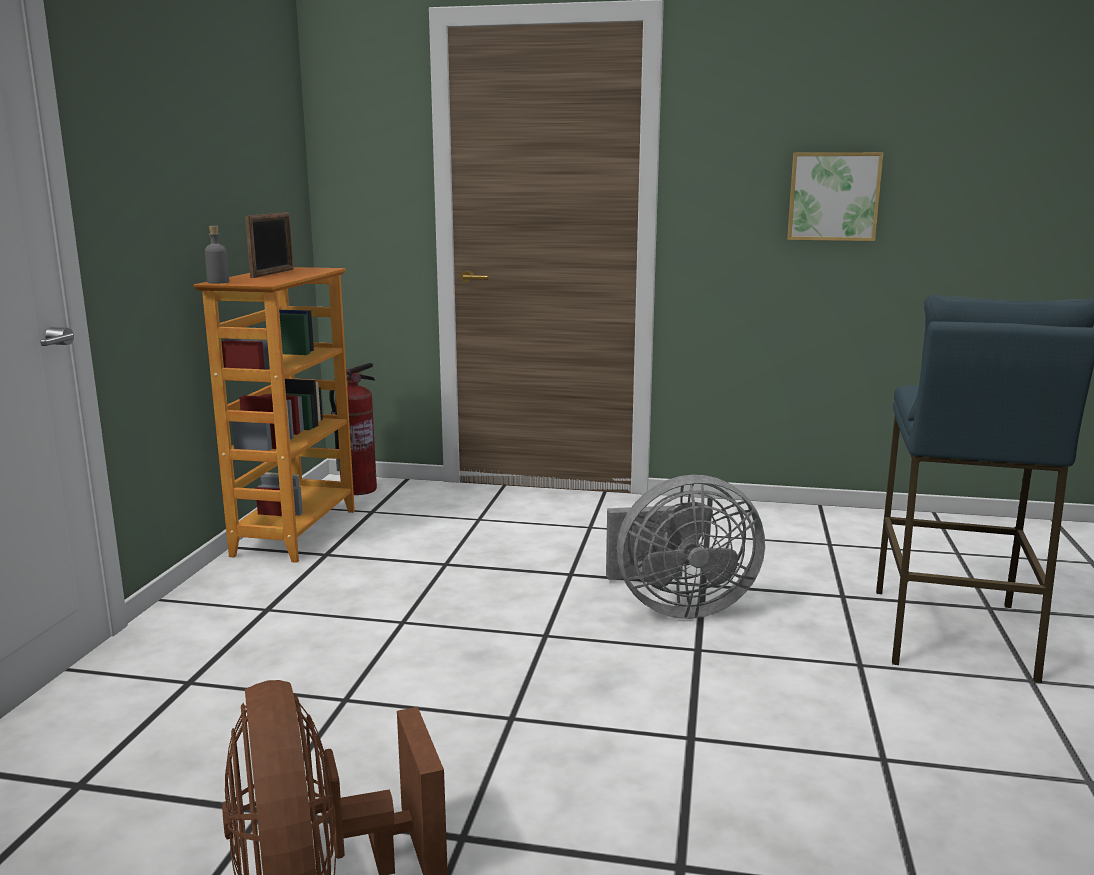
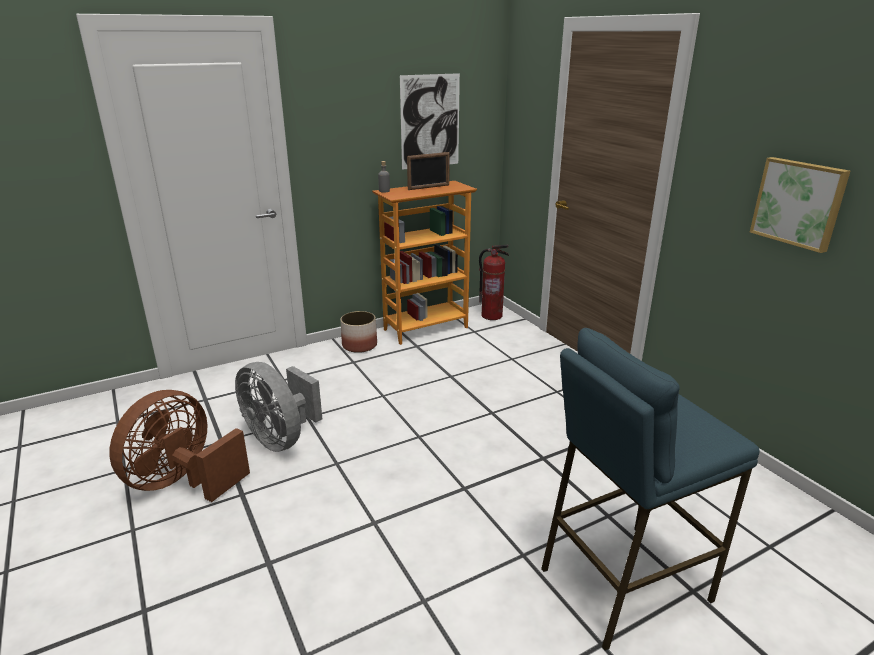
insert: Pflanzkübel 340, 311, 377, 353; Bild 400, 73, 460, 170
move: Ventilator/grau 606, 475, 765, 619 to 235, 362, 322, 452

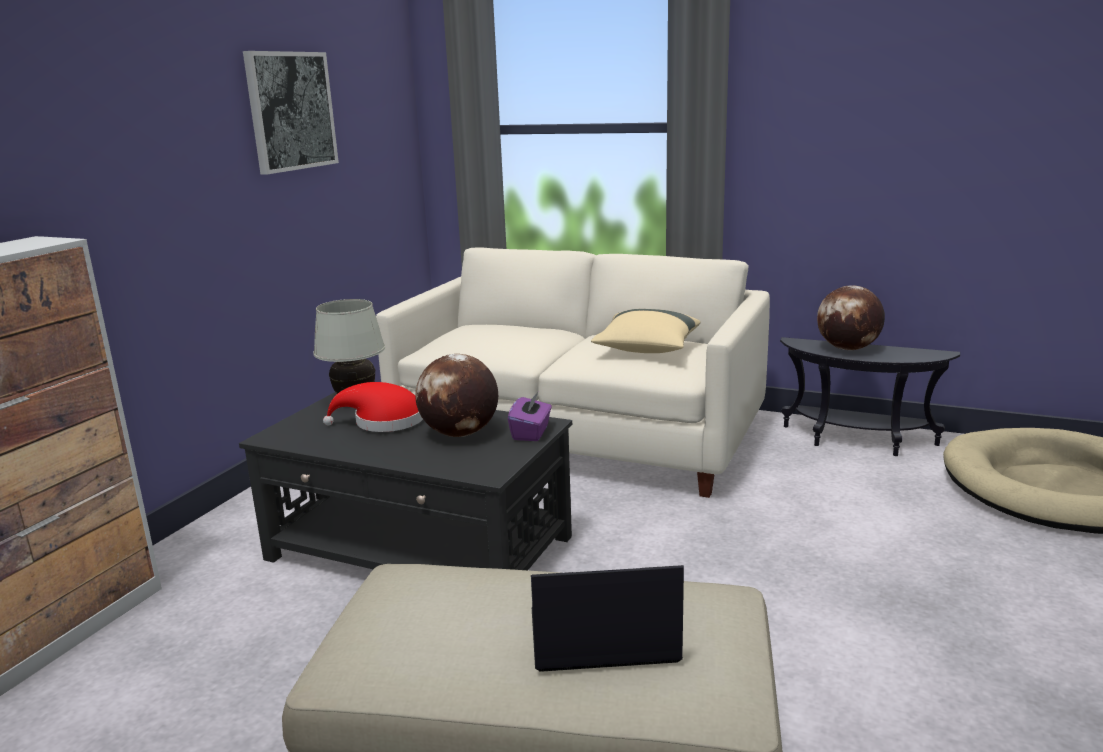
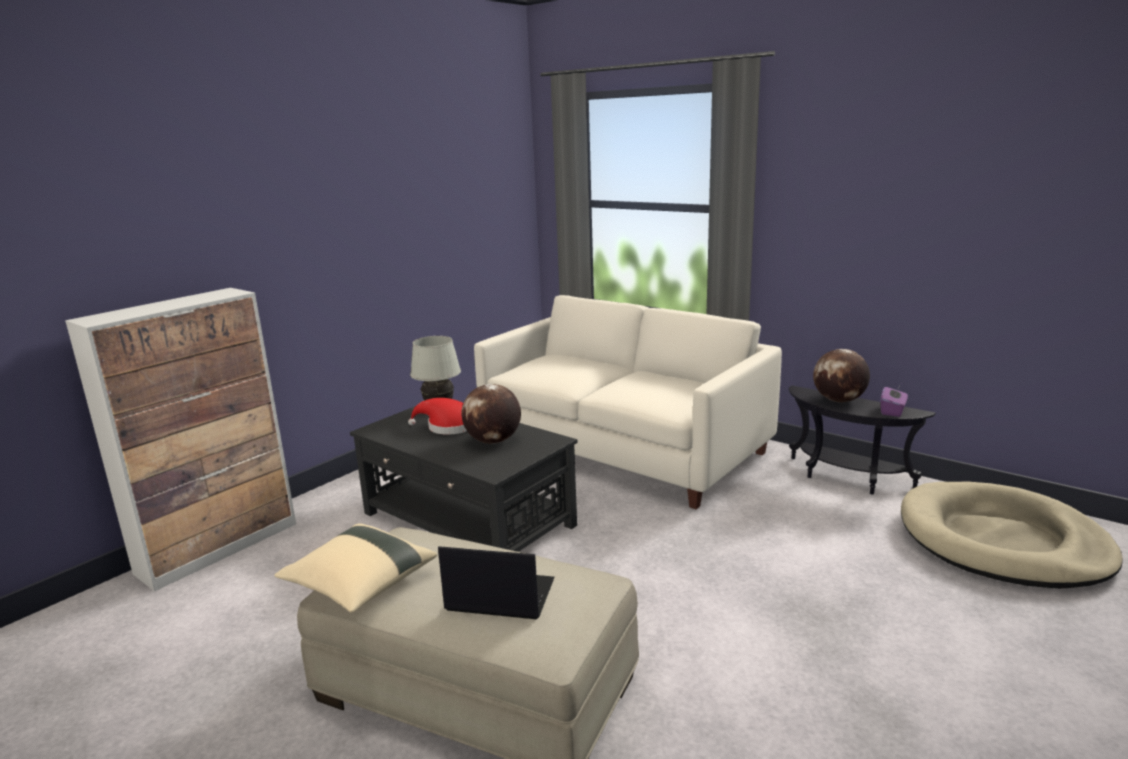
delete: Bild 243, 51, 339, 174
move: Taschentuchbox/lila 508, 391, 552, 441 to 881, 384, 908, 417; Kissen/beige 591, 309, 700, 353 to 274, 523, 437, 613

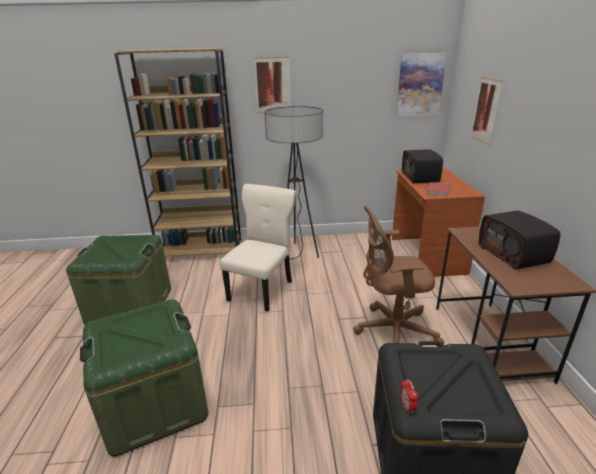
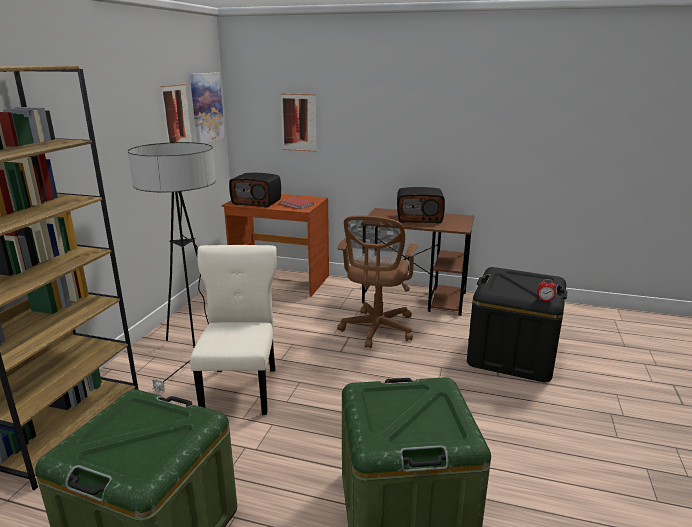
move: Bild 254, 57, 291, 113 to 161, 84, 192, 143
rotate: Stuhl/beige 220, 184, 296, 312 = 190, 245, 277, 415 45 degrees clockwise

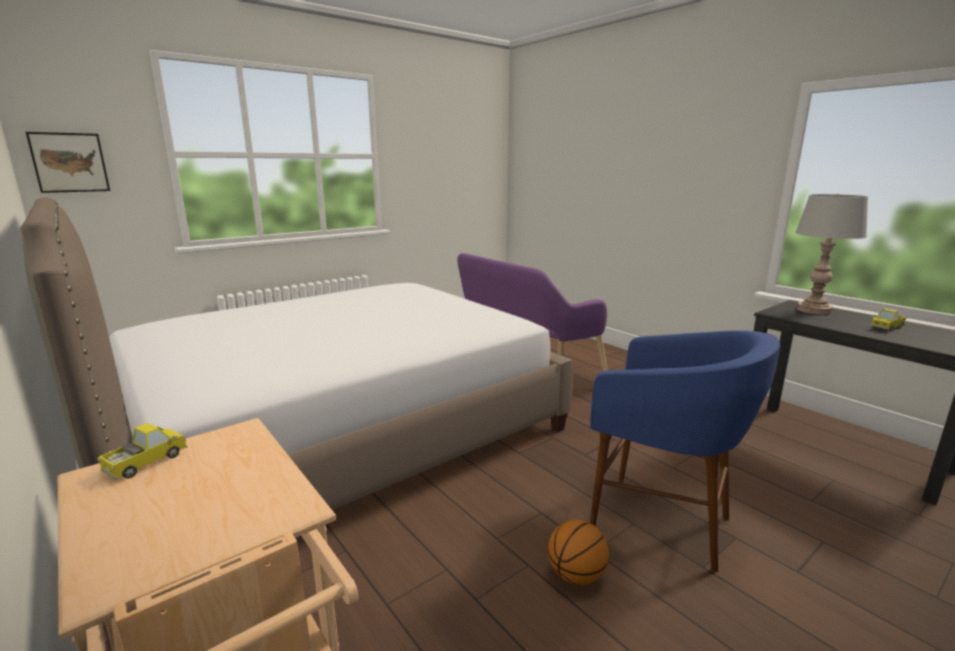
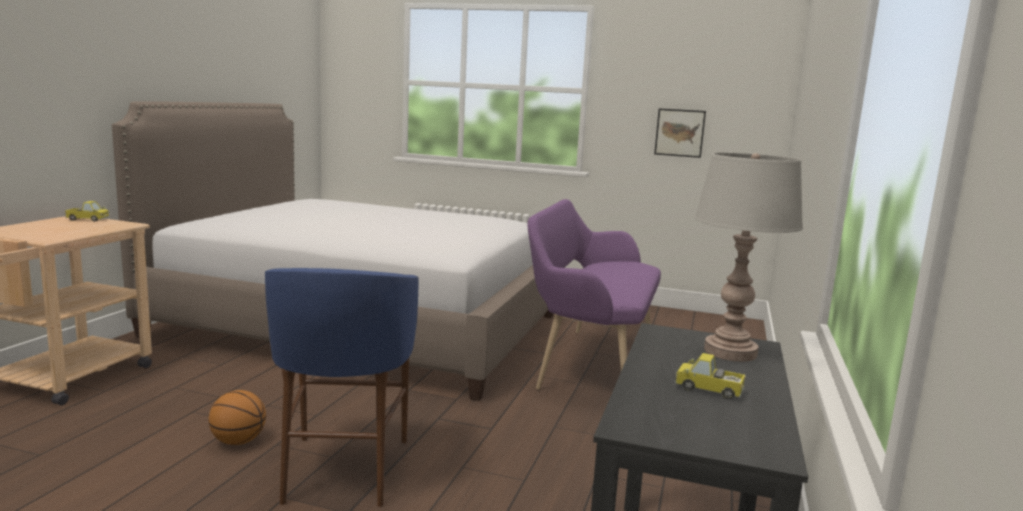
move: Bild 26, 132, 110, 193 to 654, 108, 706, 158

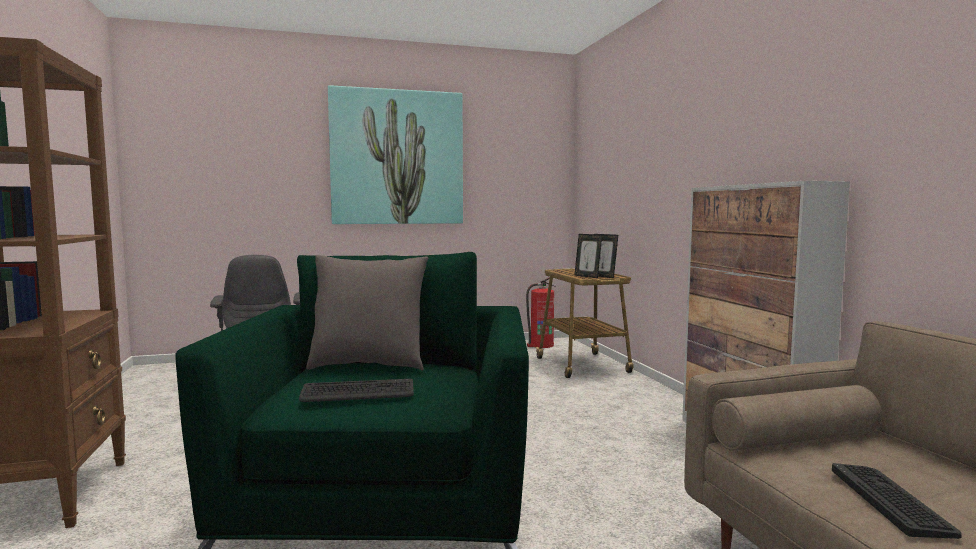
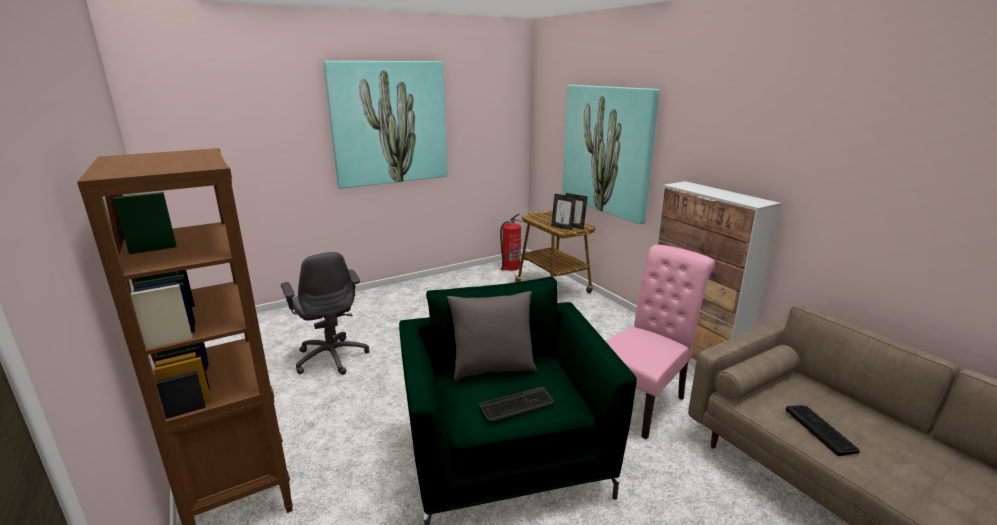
insert: Bild 562, 85, 660, 224; Stuhl/rosa 606, 245, 715, 439

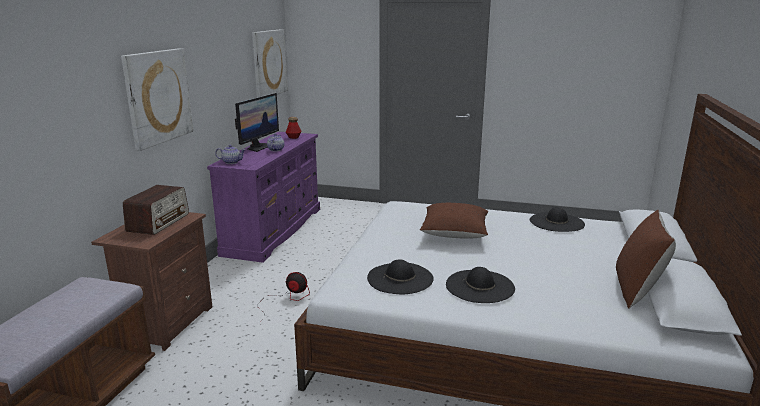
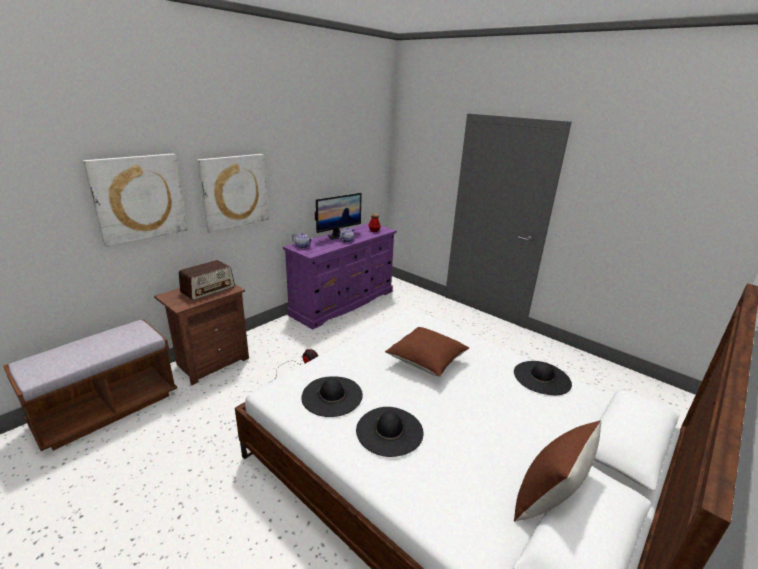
move: Bild 252, 29, 288, 98 to 83, 154, 188, 247

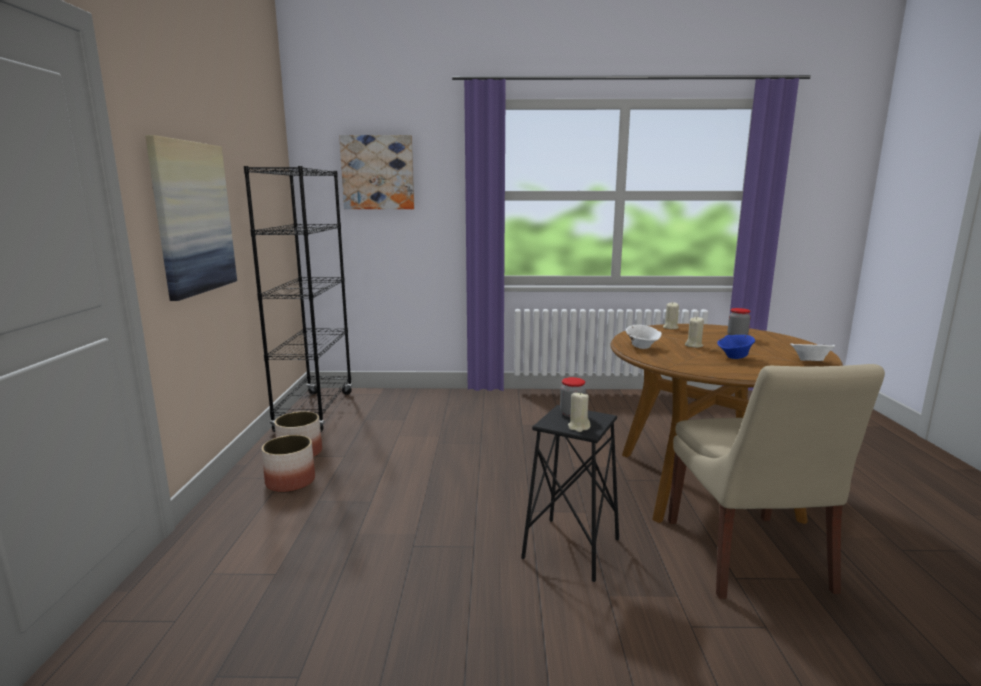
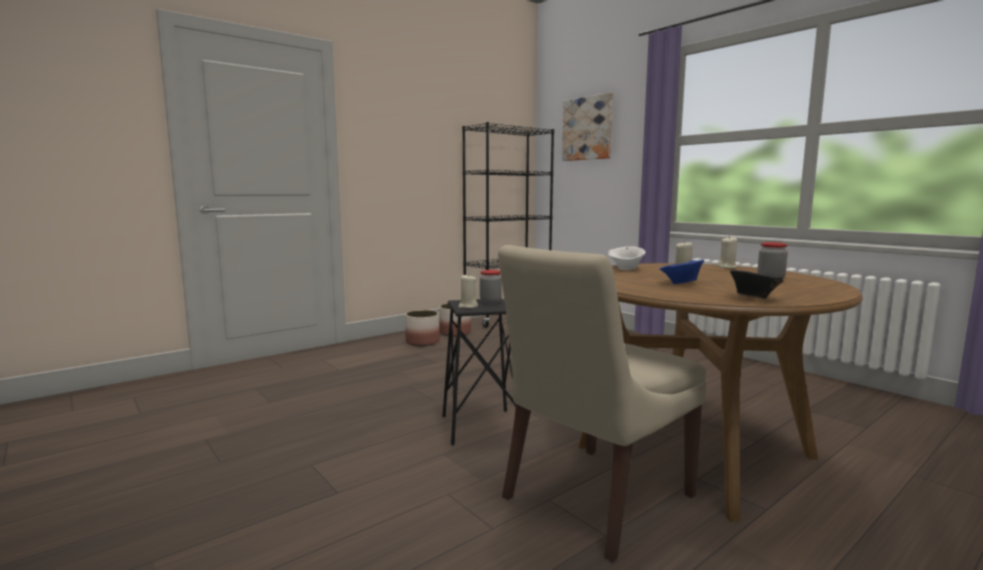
delete: Bild 145, 135, 237, 301
recolor: Schüssel/weiß 790, 343, 835, 361 to Schüssel/schwarz 730, 270, 784, 299

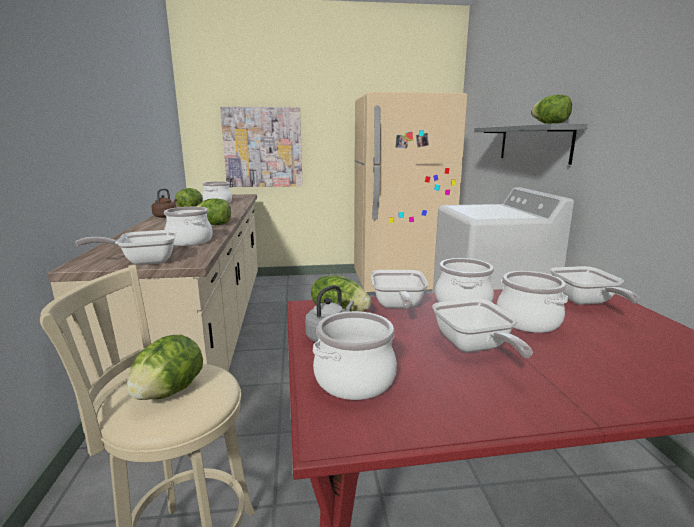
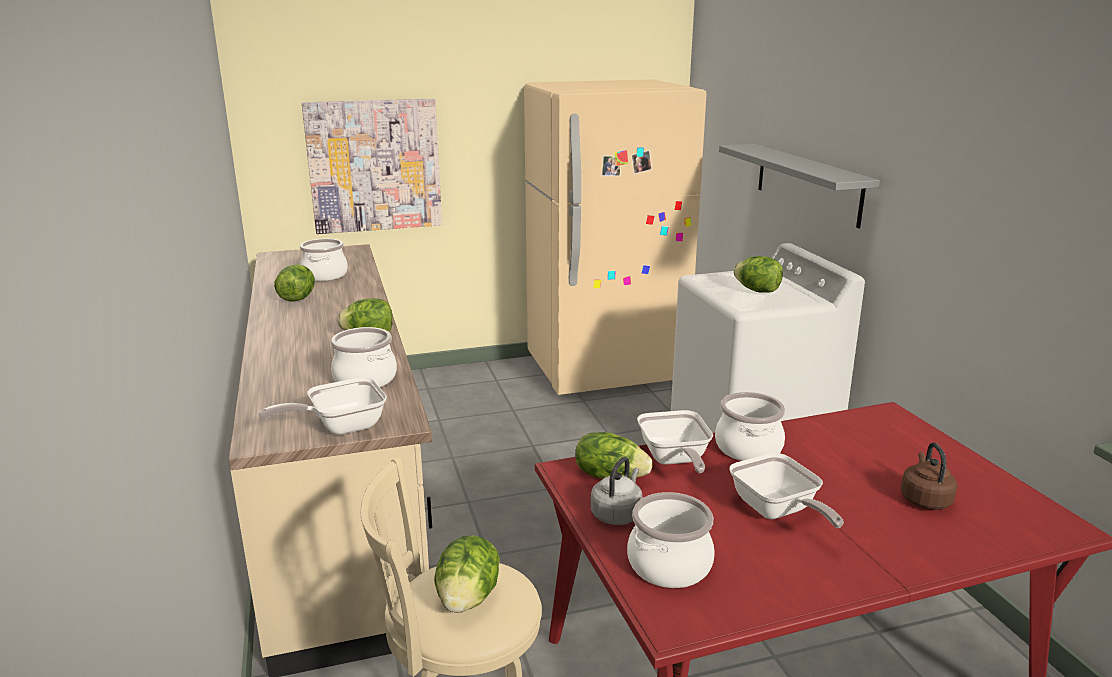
delete: Kochtopf 496, 271, 568, 333; Pfanne 550, 266, 640, 305
move: Wasserkessel/braun 151, 188, 177, 218 to 901, 442, 957, 510; Salatkopf 531, 94, 572, 124 to 733, 256, 783, 293

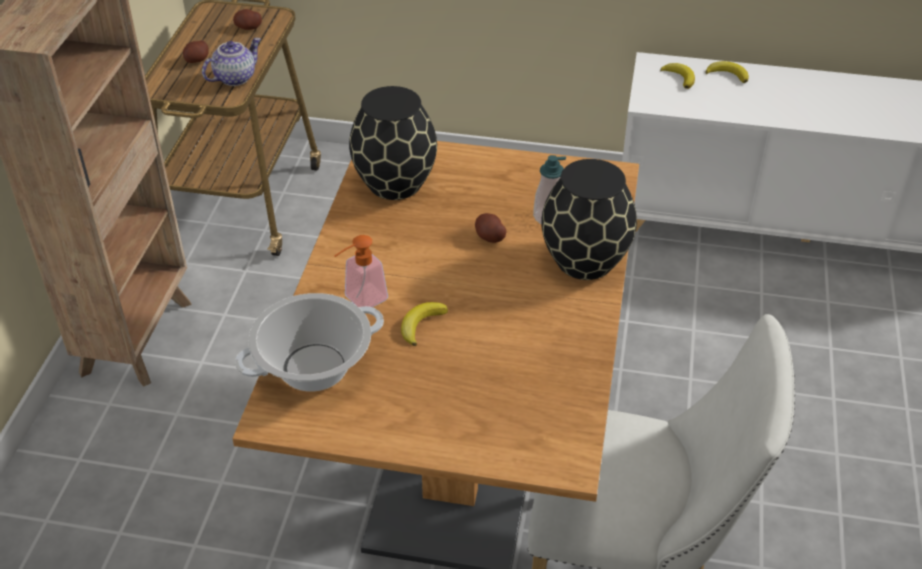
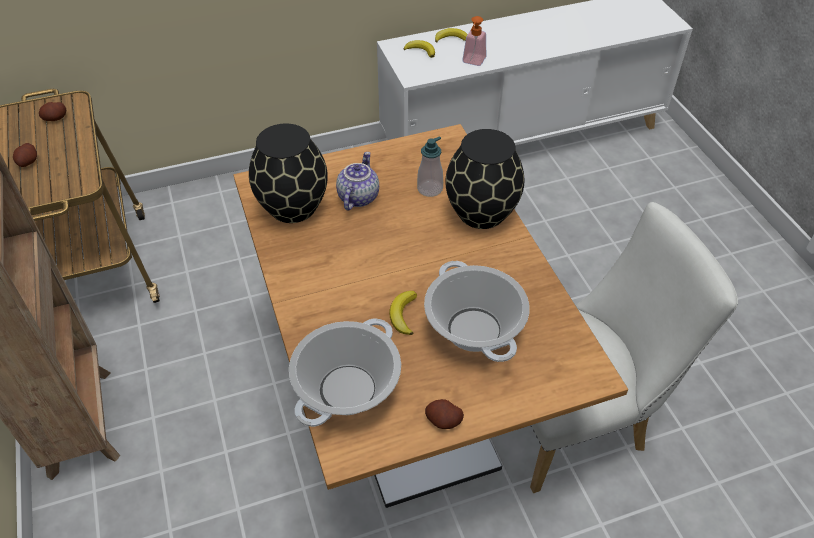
insert: Kochtopf 424, 261, 530, 362
move: Teekanne 202, 38, 261, 86 to 336, 152, 379, 210; Seifenspender 334, 235, 388, 307 to 463, 16, 486, 66; Kartoffel 475, 213, 507, 243 to 425, 399, 464, 429

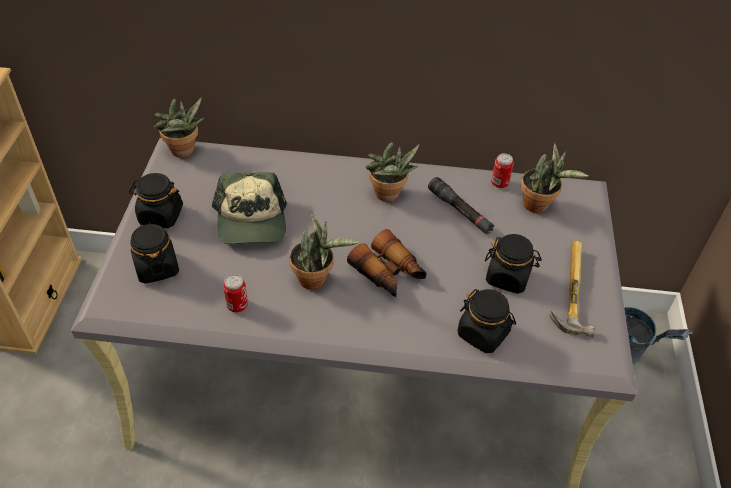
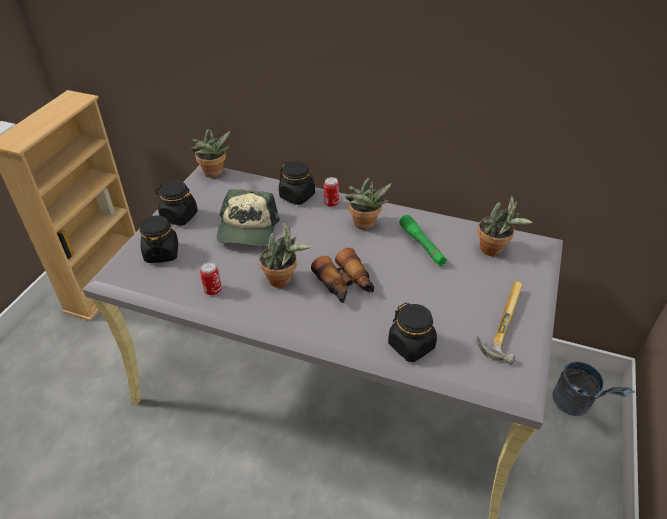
move: Vorratsglas/schwarz 485, 234, 542, 294 to 279, 161, 315, 205; Dose 491, 153, 514, 188 to 324, 177, 339, 207
recolor: Taschenlampe/schwarz 428, 177, 494, 234 to Taschenlampe/grün 399, 215, 447, 266

